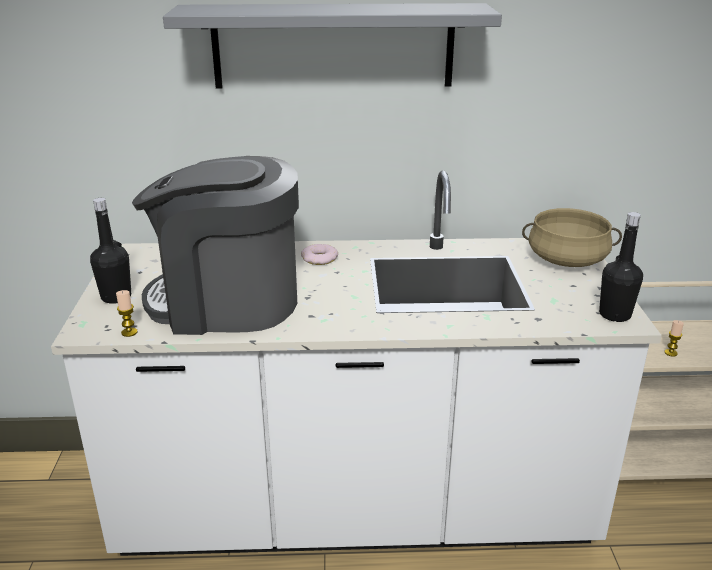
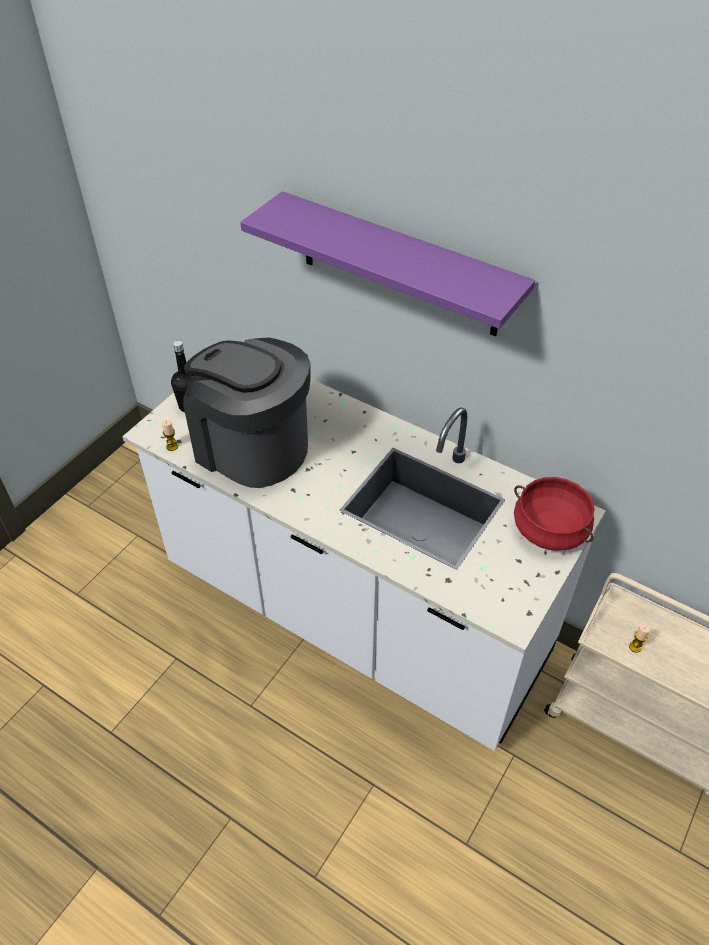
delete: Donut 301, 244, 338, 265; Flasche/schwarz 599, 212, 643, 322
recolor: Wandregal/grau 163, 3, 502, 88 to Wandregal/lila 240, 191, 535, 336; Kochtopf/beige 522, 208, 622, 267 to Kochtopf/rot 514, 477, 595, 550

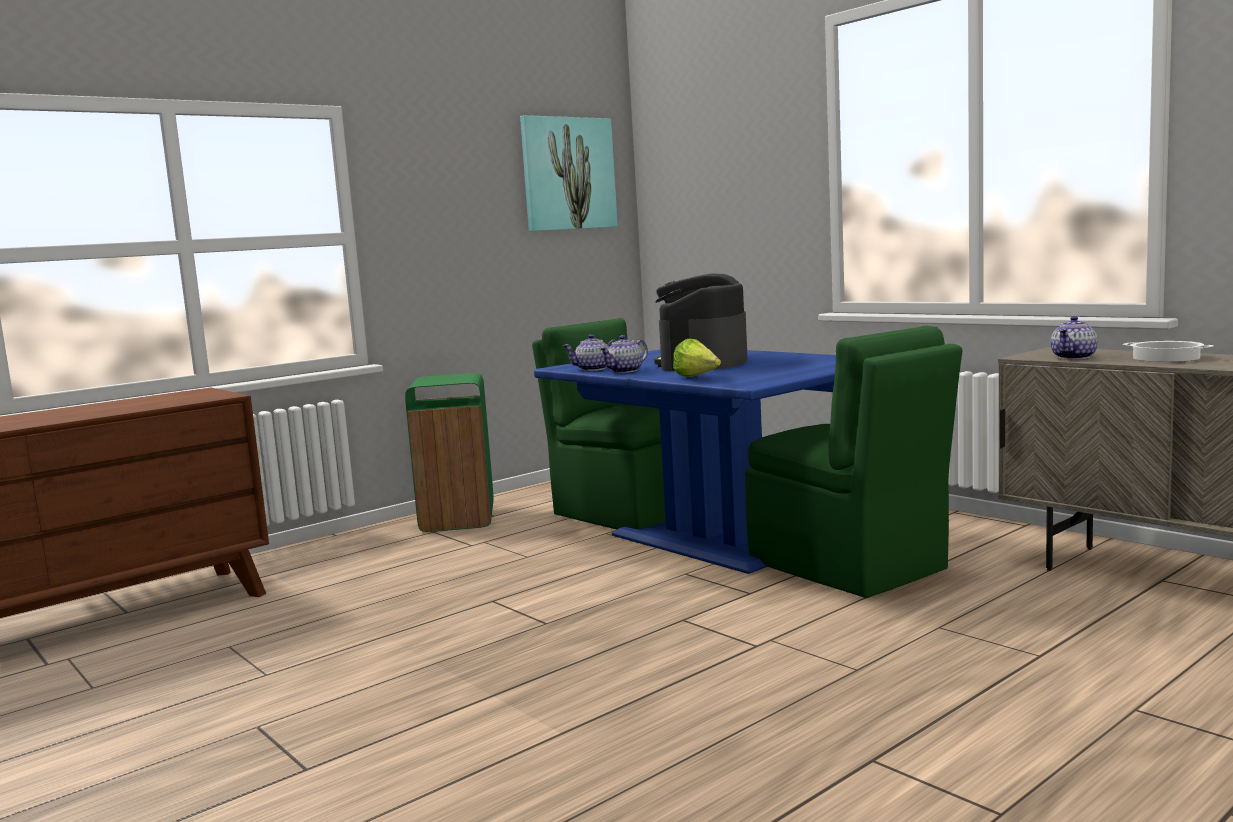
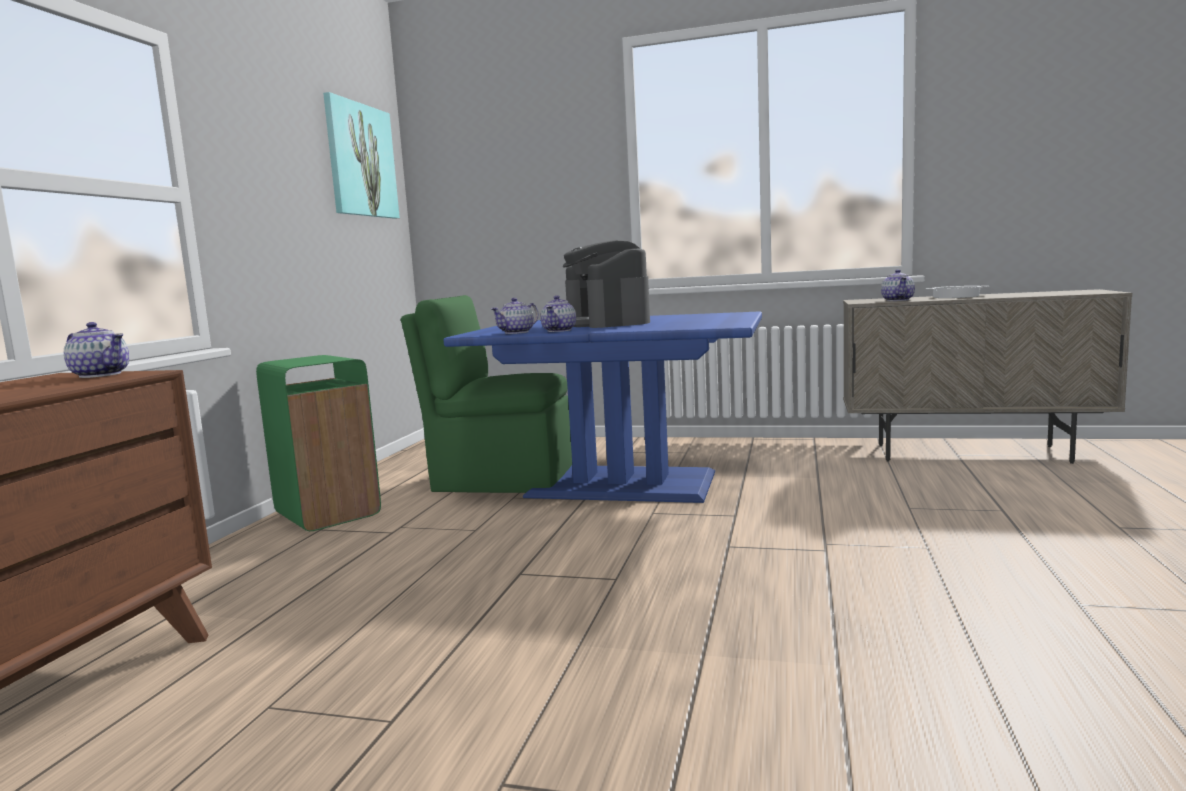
delete: Salatkopf 673, 339, 721, 377; Stuhl/grün 745, 326, 962, 598
insert: Teekanne 64, 322, 129, 378

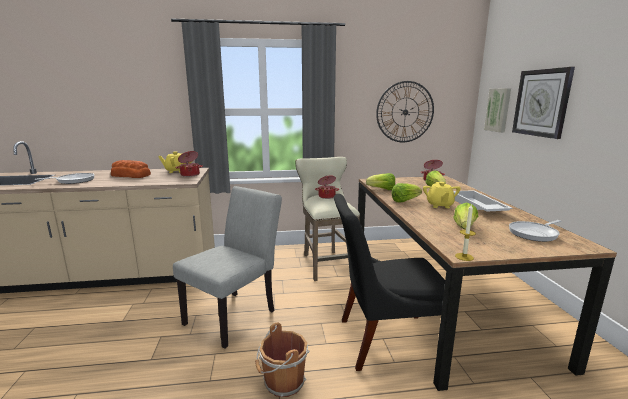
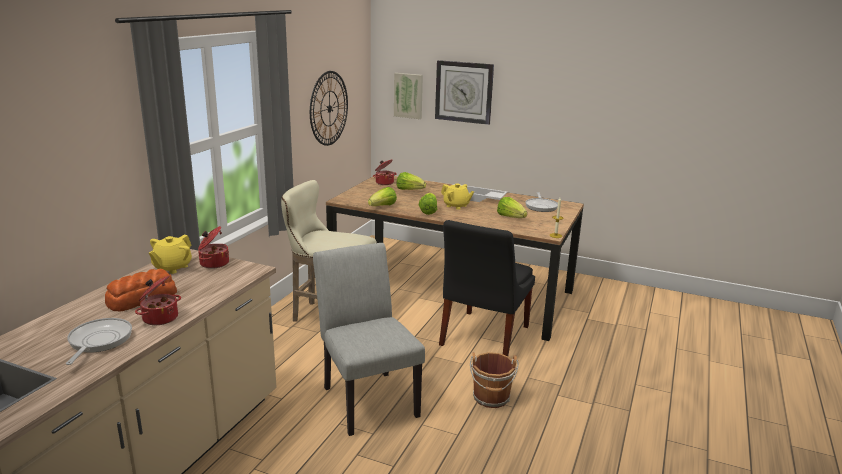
move: Kochtopf 315, 176, 339, 199 to 135, 275, 181, 325

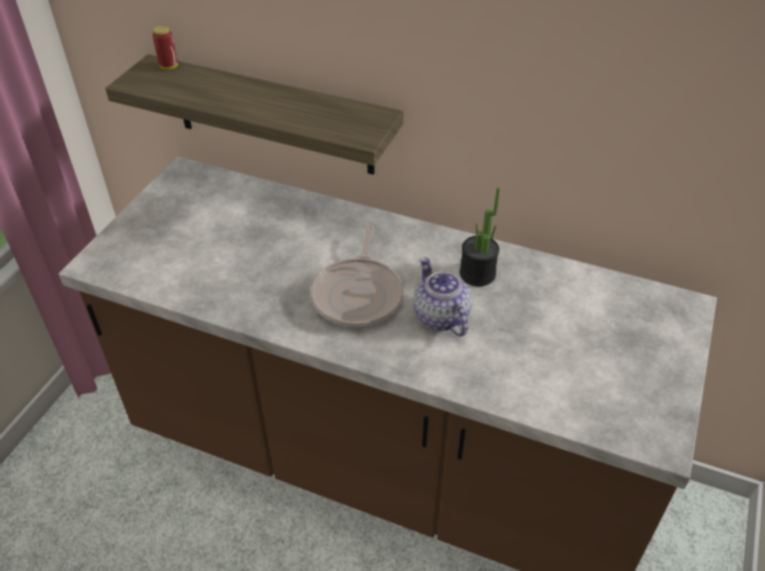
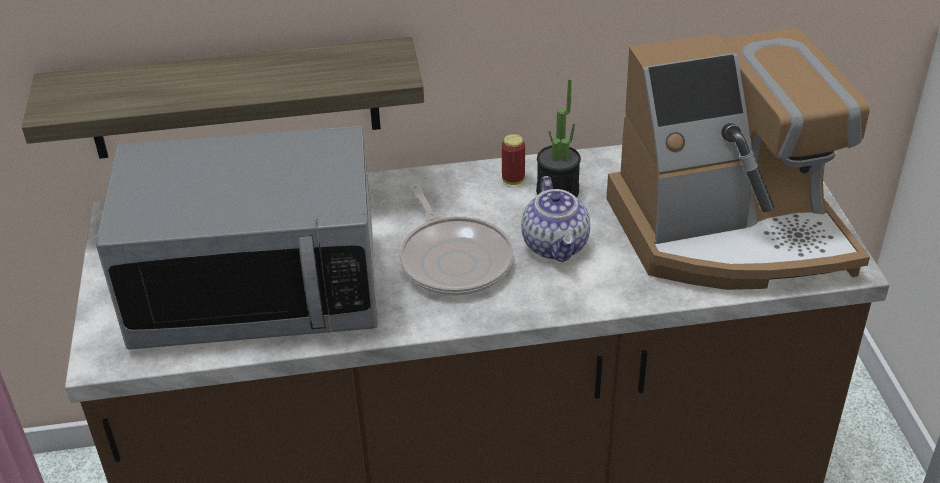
insert: Mikrowelle 96, 126, 378, 350; Kaffeemaschine 606, 28, 870, 290
move: Dose 152, 26, 178, 70 to 502, 134, 525, 185
rotate: Teekanne 413, 257, 472, 336 = 521, 176, 590, 262 135 degrees counterclockwise

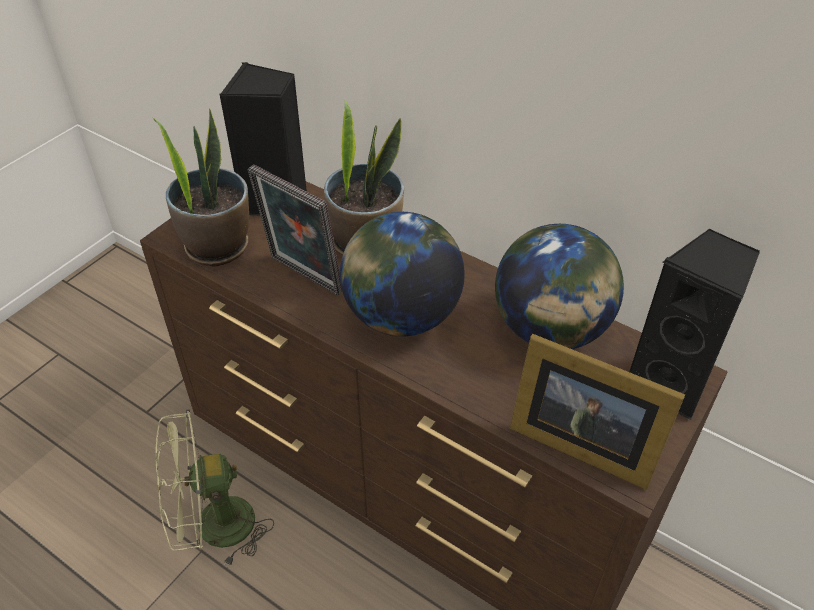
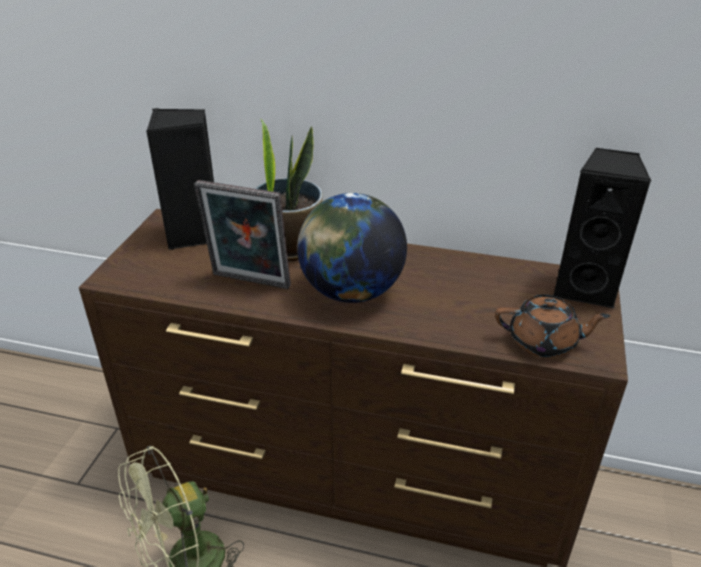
delete: Topfpflanze 153, 108, 249, 266; Globus 495, 224, 624, 349
replace: Bilderrahmen 509, 334, 685, 490 to Teekanne/braun 495, 295, 610, 357

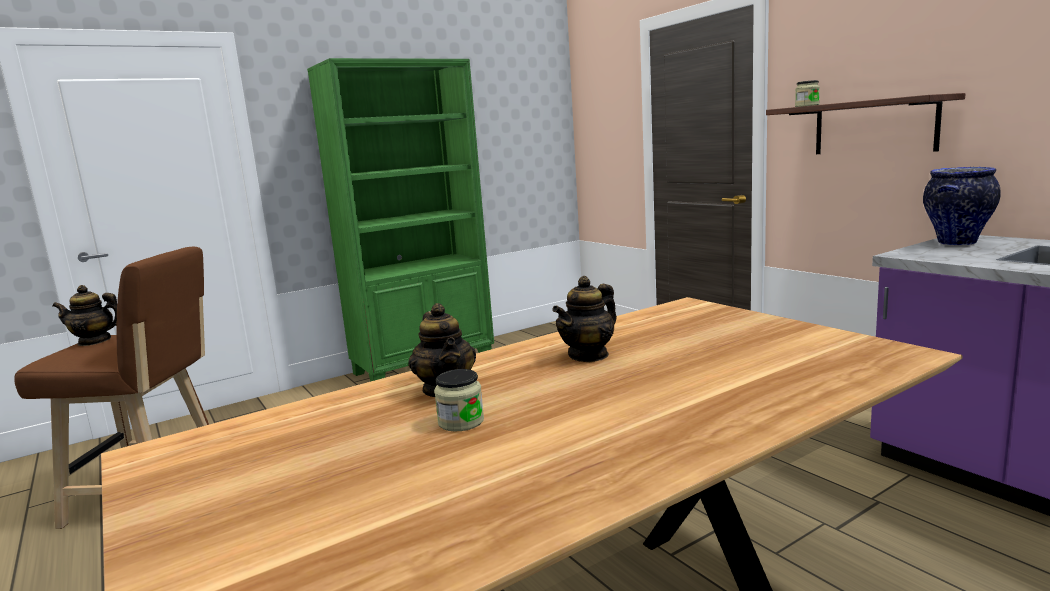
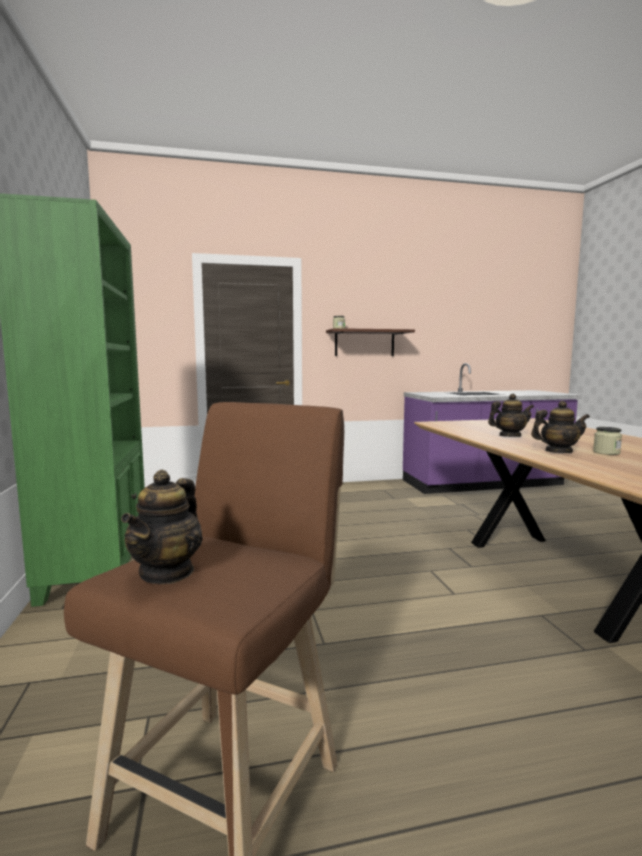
delete: Vase 923, 167, 1001, 246
rotate: Teekanne 552, 276, 617, 362 = 488, 394, 534, 437 75 degrees counterclockwise

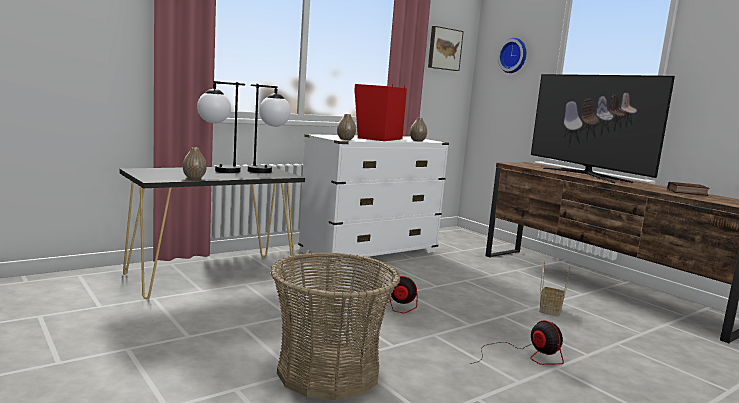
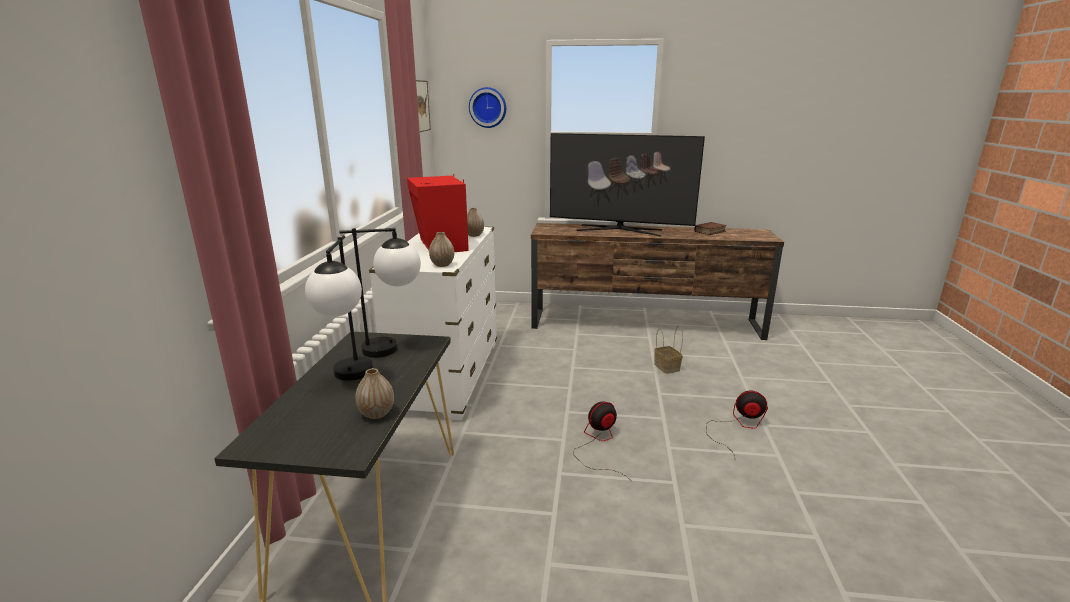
delete: Korb 270, 252, 400, 400

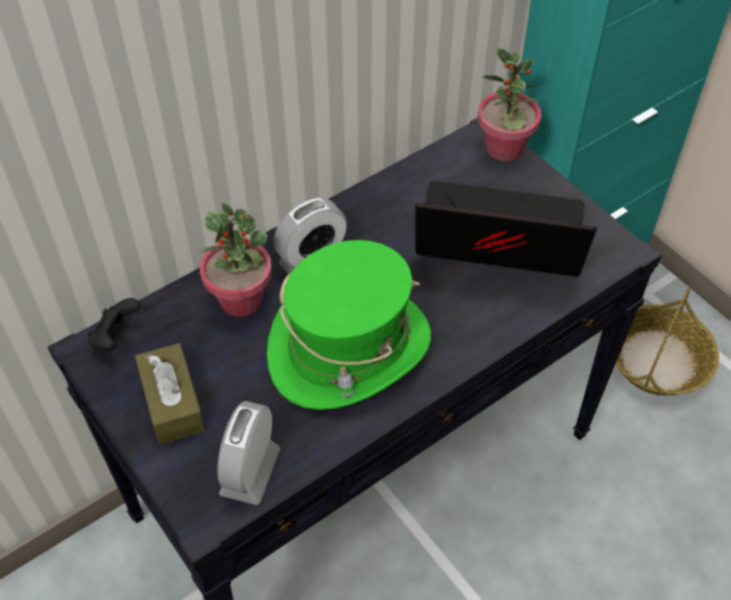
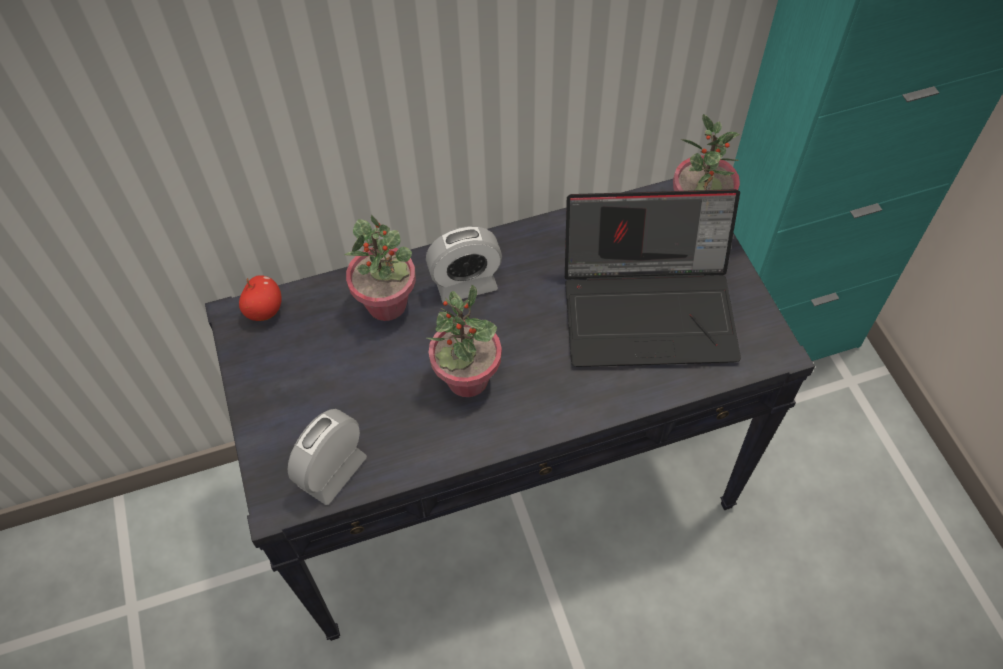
delete: Taschentuchbox/braun 135, 343, 205, 445; Korb 615, 288, 719, 395
replace: Gamepad/schwarz 87, 298, 140, 351 to Apfel 239, 275, 282, 321; Hut/grün 267, 240, 431, 410 to Topfpflanze 427, 285, 502, 397
rotate: Laptop 415, 181, 597, 277 = 565, 189, 741, 367 150 degrees clockwise

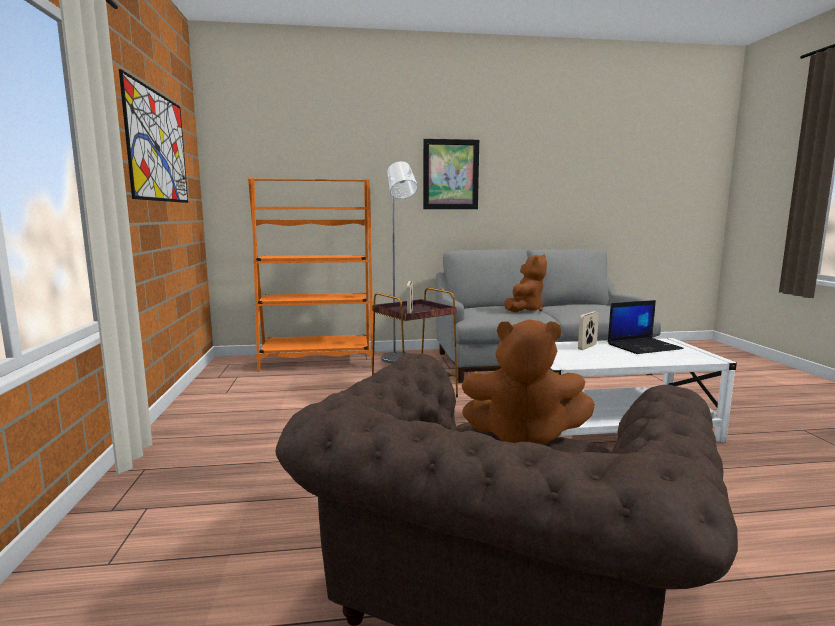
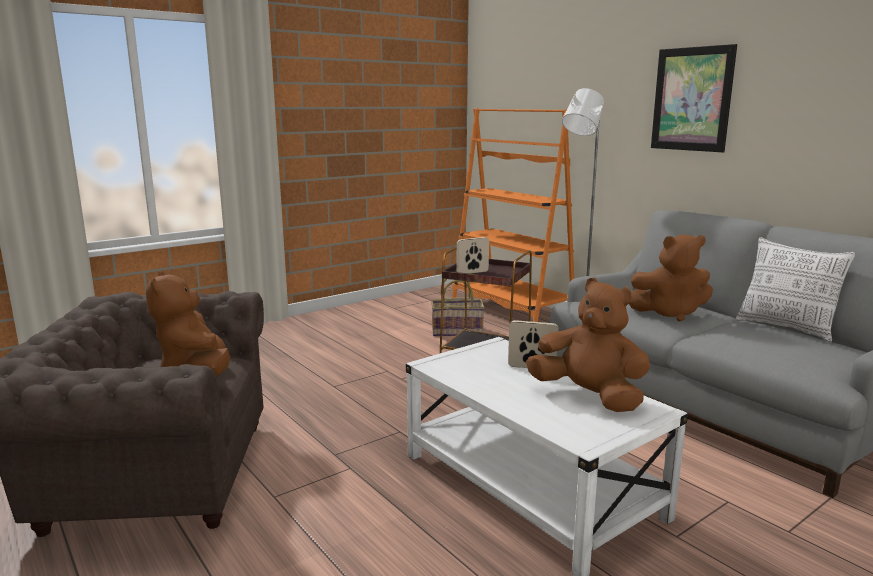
delete: Bild 119, 69, 188, 203
insert: Korb 431, 279, 485, 336; Kissen 736, 237, 856, 342
replace: Laptop 608, 300, 684, 354 to Plüschtier/braun 526, 278, 650, 412

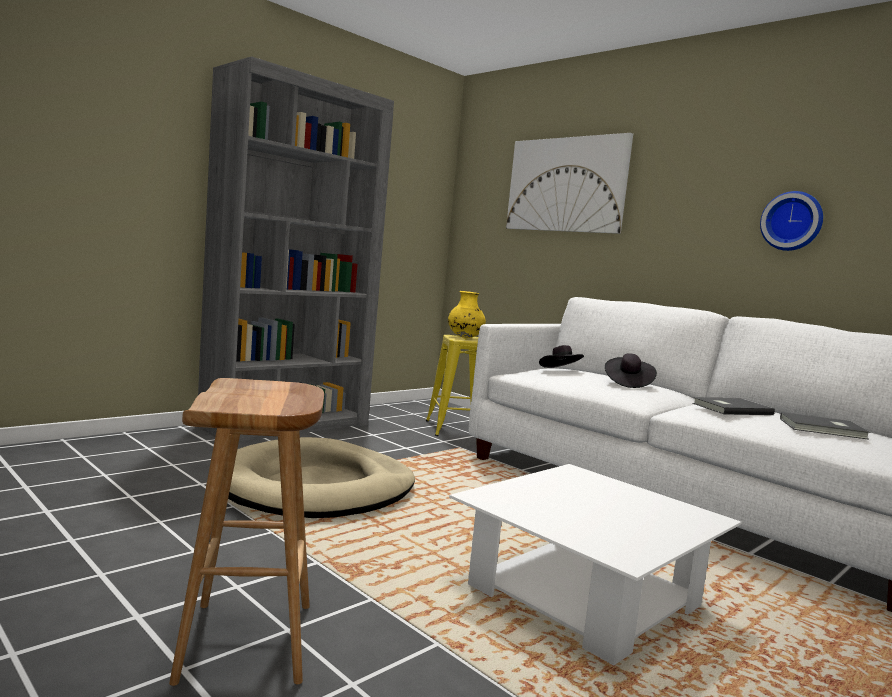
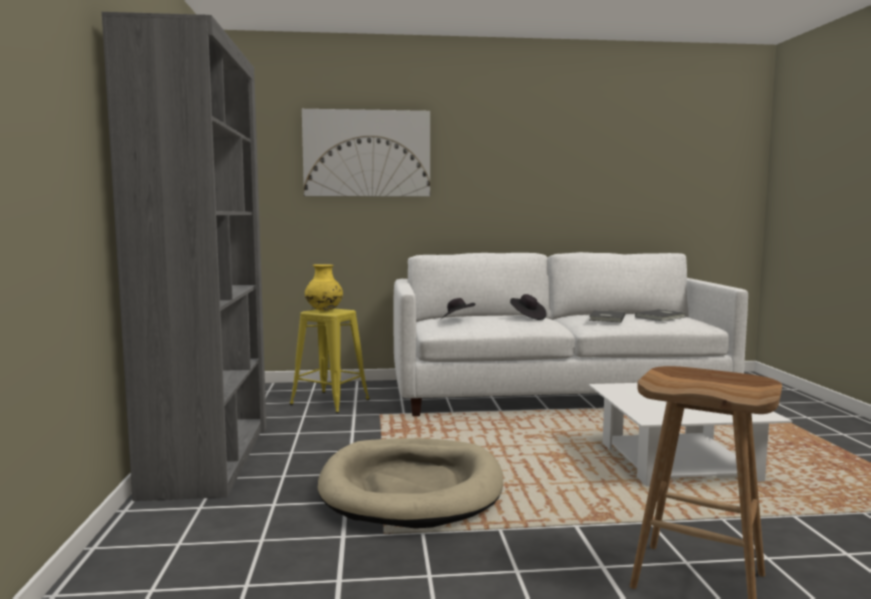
delete: Wanduhr 760, 191, 823, 251

